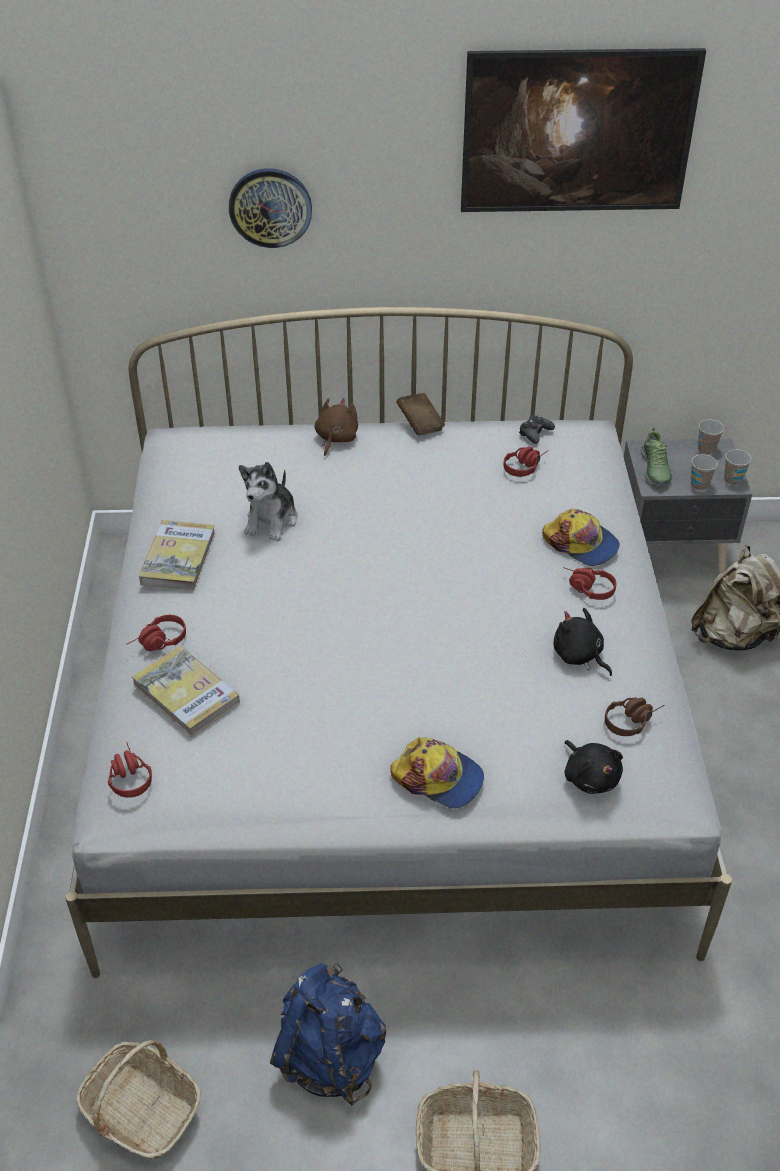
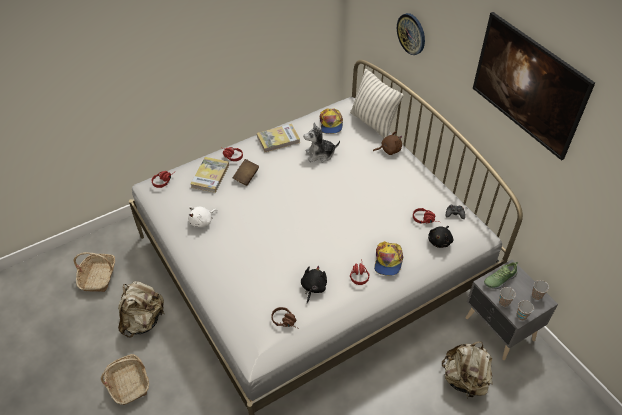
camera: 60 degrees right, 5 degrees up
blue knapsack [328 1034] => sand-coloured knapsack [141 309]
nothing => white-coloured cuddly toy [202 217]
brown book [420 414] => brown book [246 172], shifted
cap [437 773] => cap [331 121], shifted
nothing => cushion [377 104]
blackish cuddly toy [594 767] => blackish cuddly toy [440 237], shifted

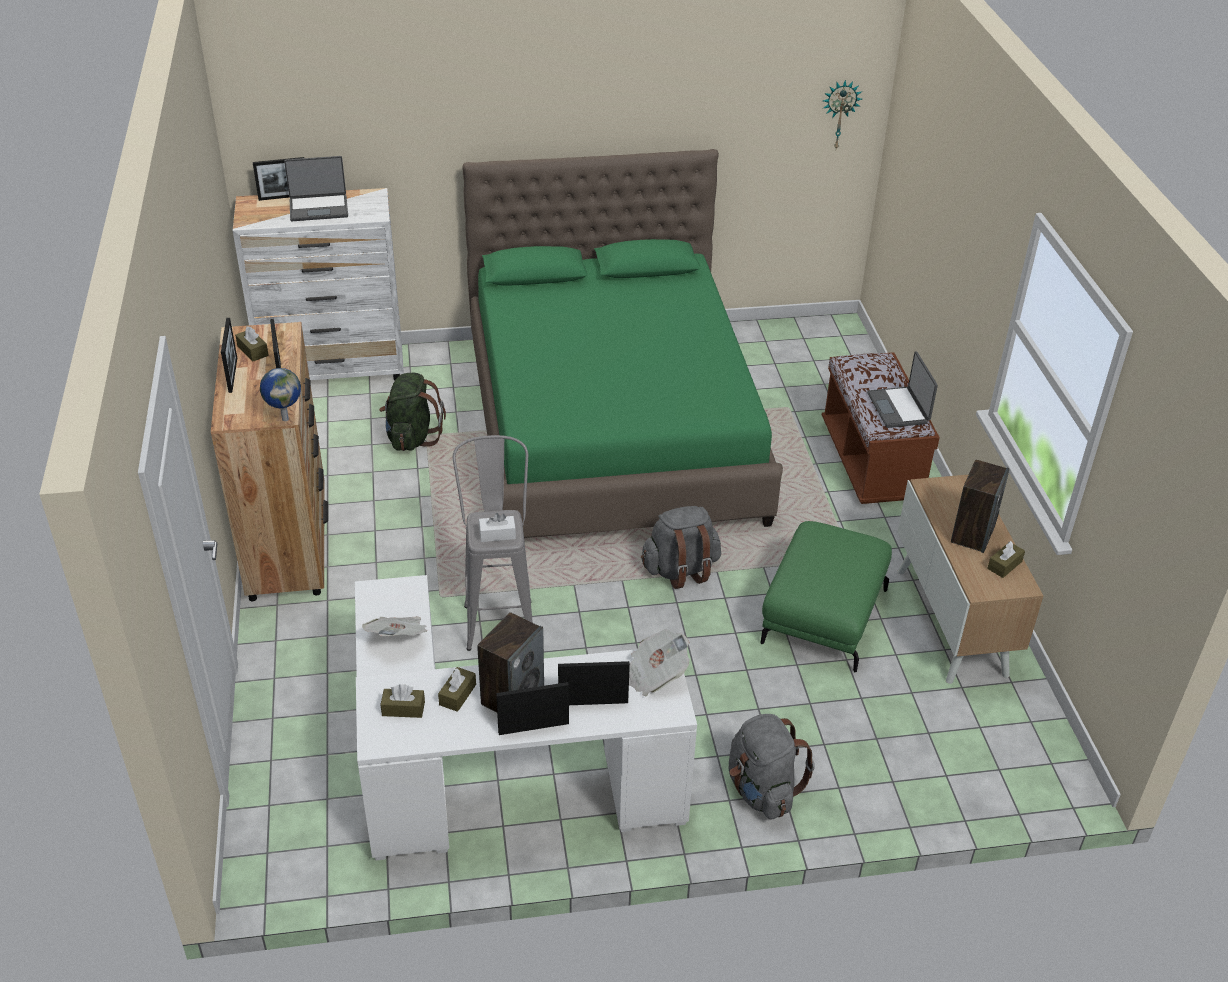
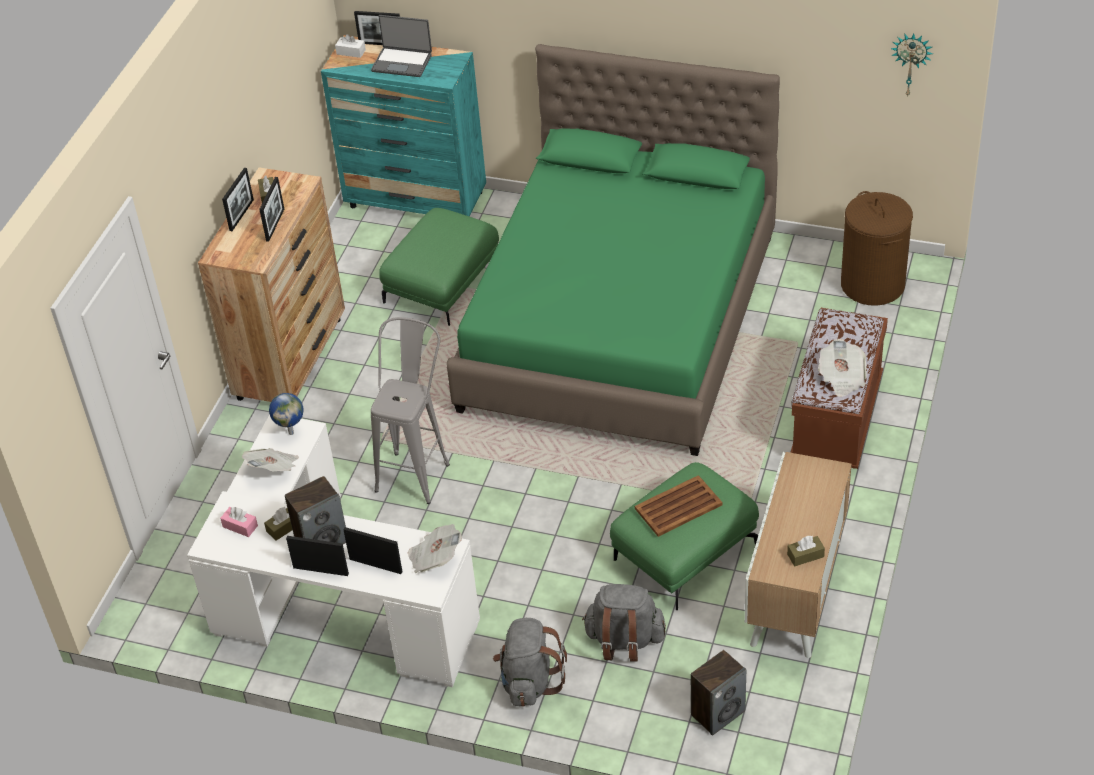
camera: 30 degrees right, 5 degrees up
brown tissue holder [402 701] => pinkish tissue holder [239 522]
globe [280 394] => globe [286 414], shifted
white-coloured drawer chest [318 284] => blue-green drawer chest [403 126]
white-coloured tissue holder [497 527] => white-coloured tissue holder [350 46], shifted
green-coloured knapsack [412 412] => green-coloured pouffe [439 267]
grey knapsack [681 547] => grey knapsack [624 622], shifted
nothing => brown carrying tray [679 506]
speaker [980 506] => speaker [718 693], shifted
notebook computer [902 389] => printed paper [842 368]
nothing => brown hamper [877 248]

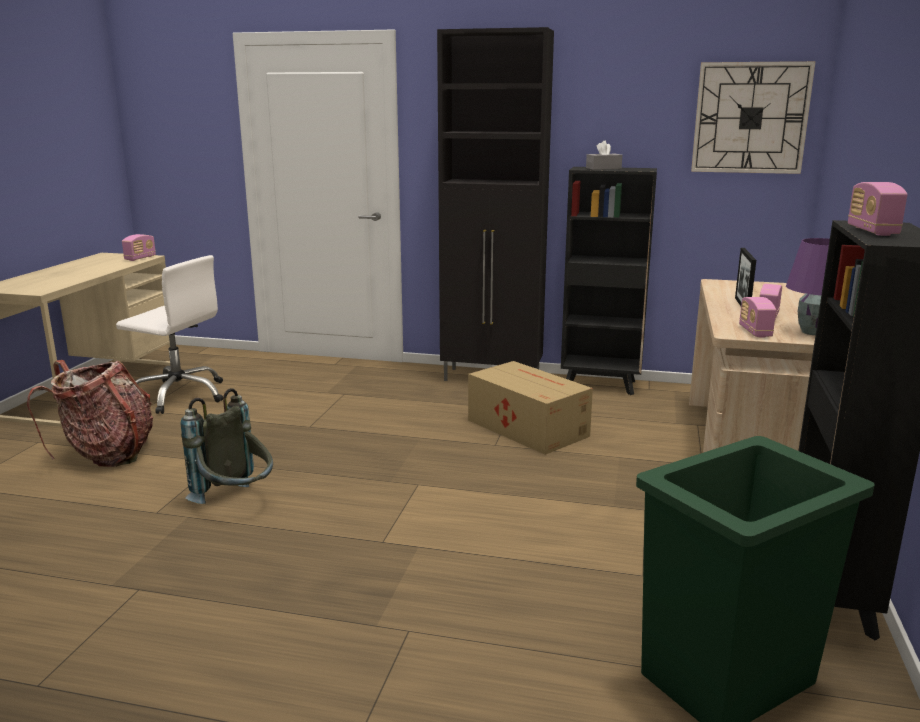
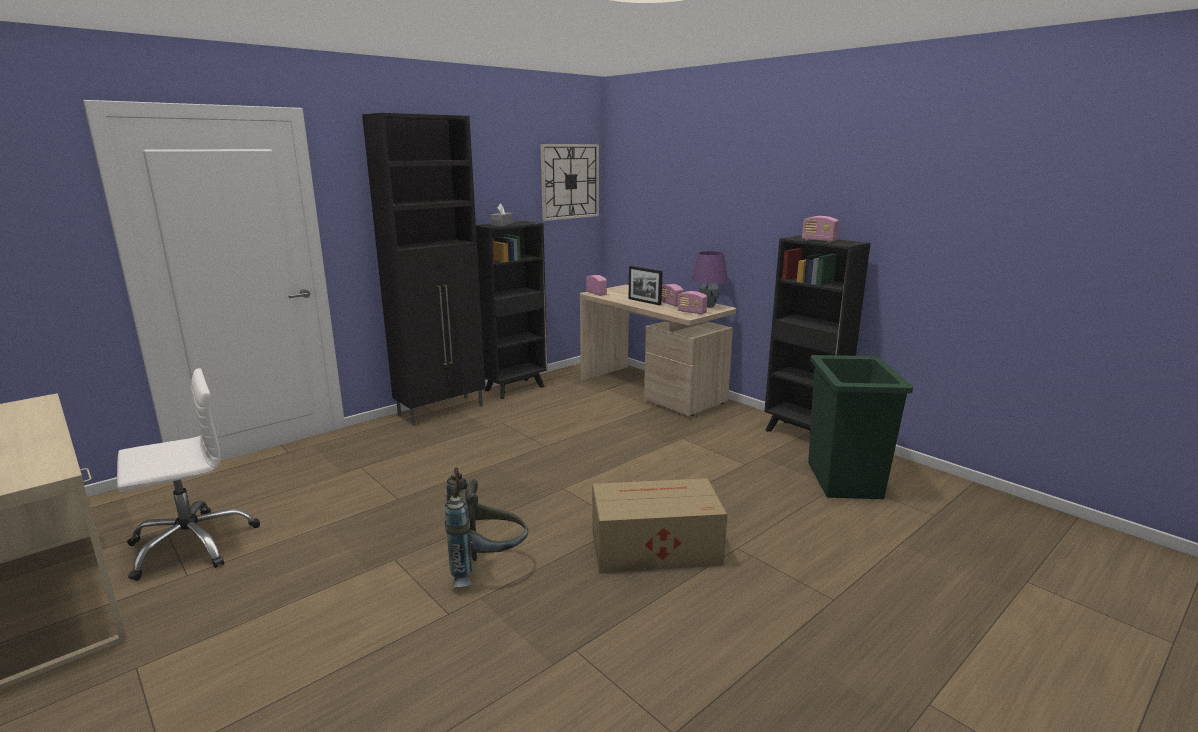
camera: 55 degrees left, 0 degrees up
radio receiver [139 247] => radio receiver [596 285], shifted
packing box [530 408] => packing box [659 525], shifted
knapsack [90 413] => nothing

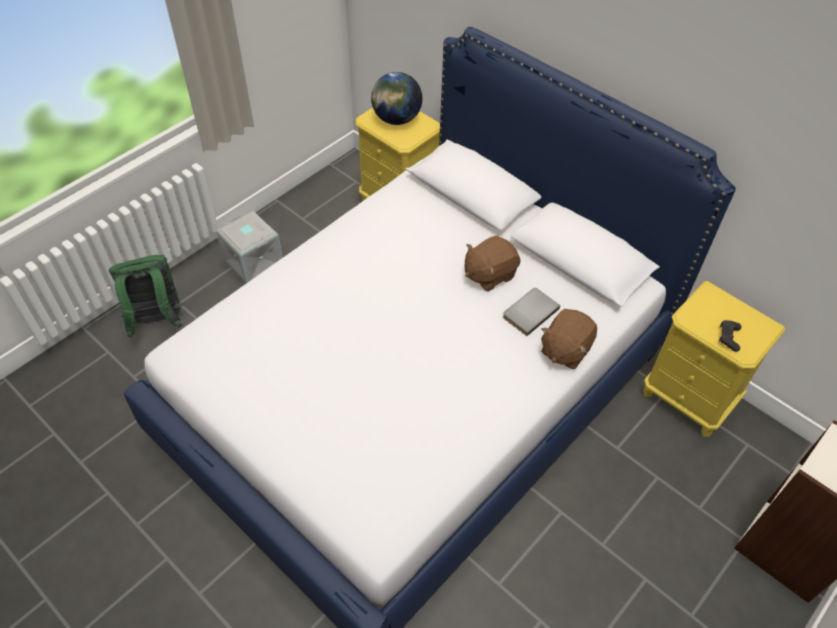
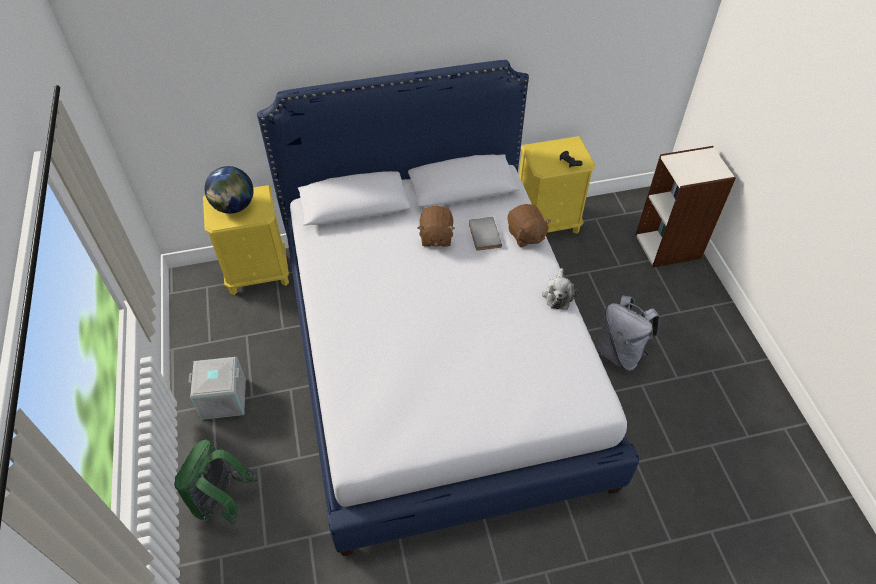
camera: 55 degrees left, 0 degrees up
nothing => cuddly toy [560 289]
nothing => grey knapsack [628 333]

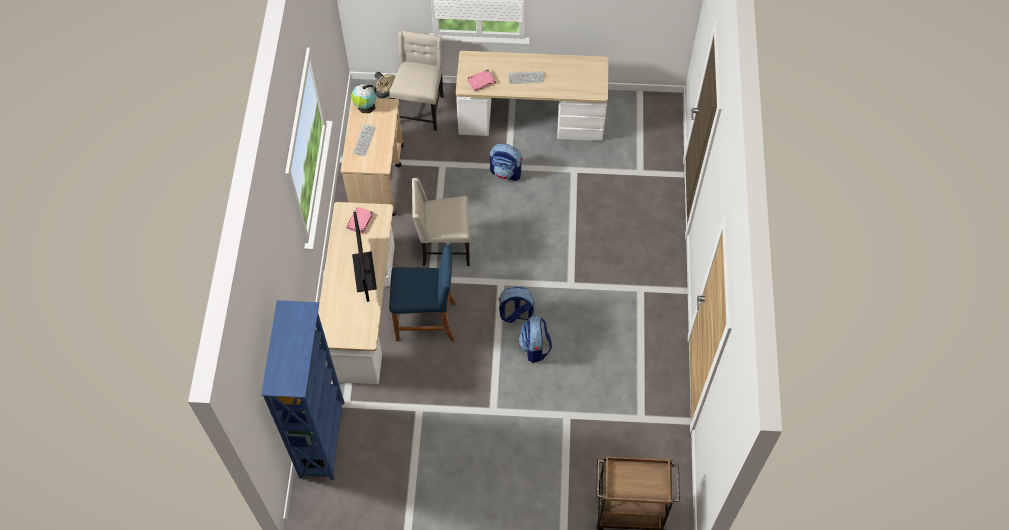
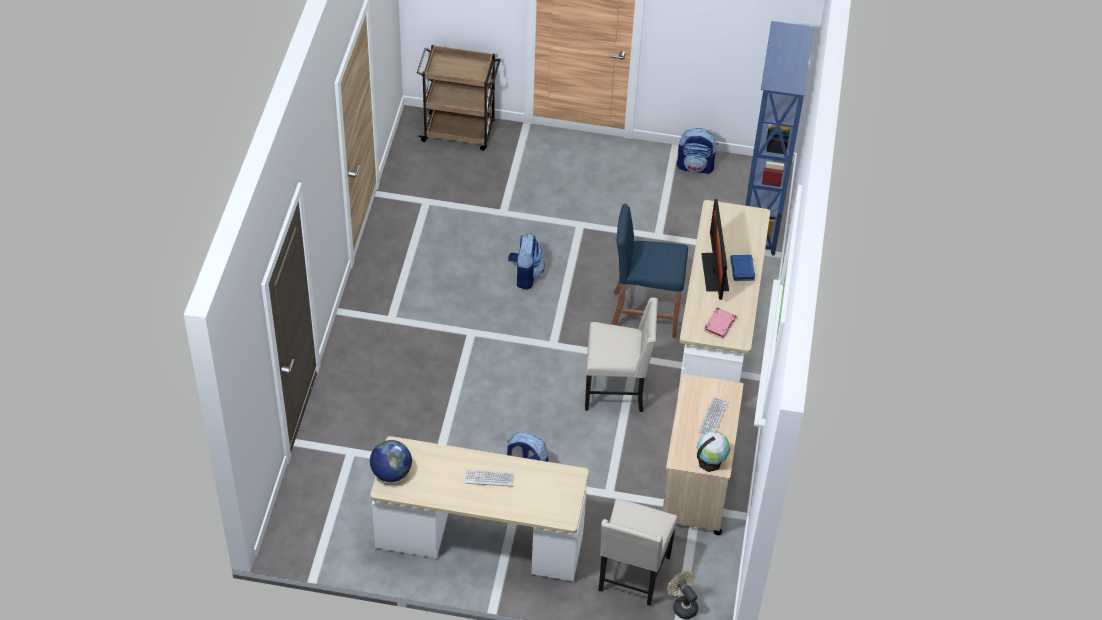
camera: 175 degrees left, 10 degrees down
nothing => globe [391 461]
knapsack [516 304] => knapsack [697 151], shifted
nothing => blue book [742 268]
pinkish book [481 80] => nothing

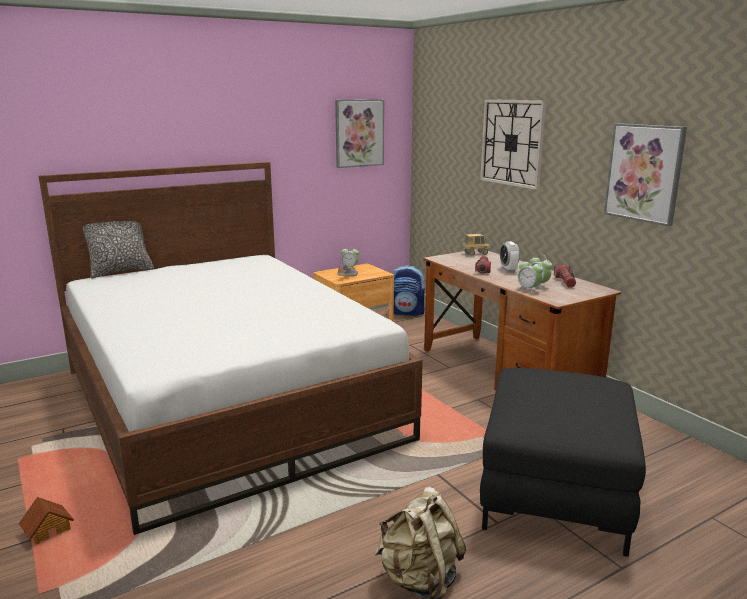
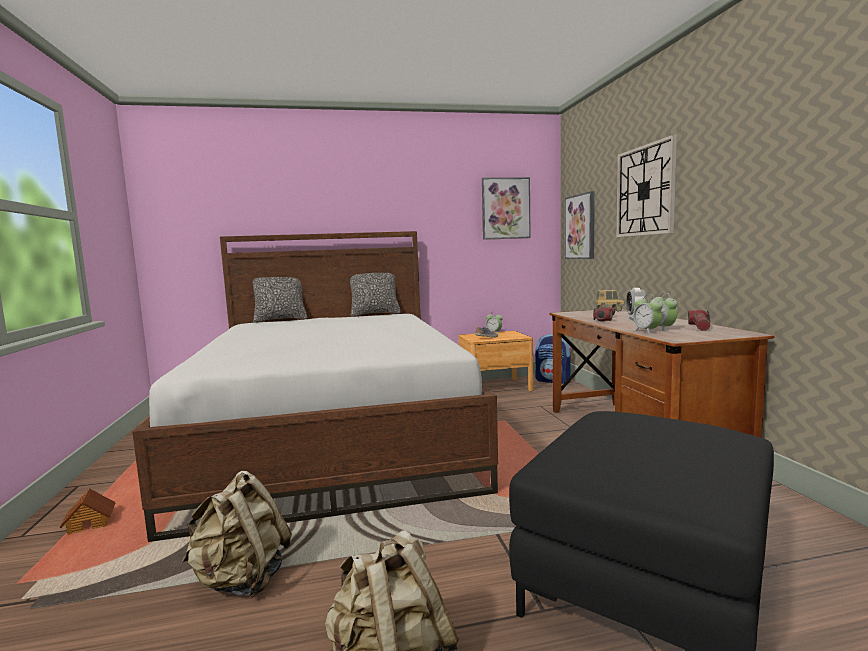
camera: 20 degrees right, 10 degrees down
nothing => sand-coloured knapsack [236 534]
nothing => cushion [375 295]
wall picture [645 174] => wall picture [580 225], shifted

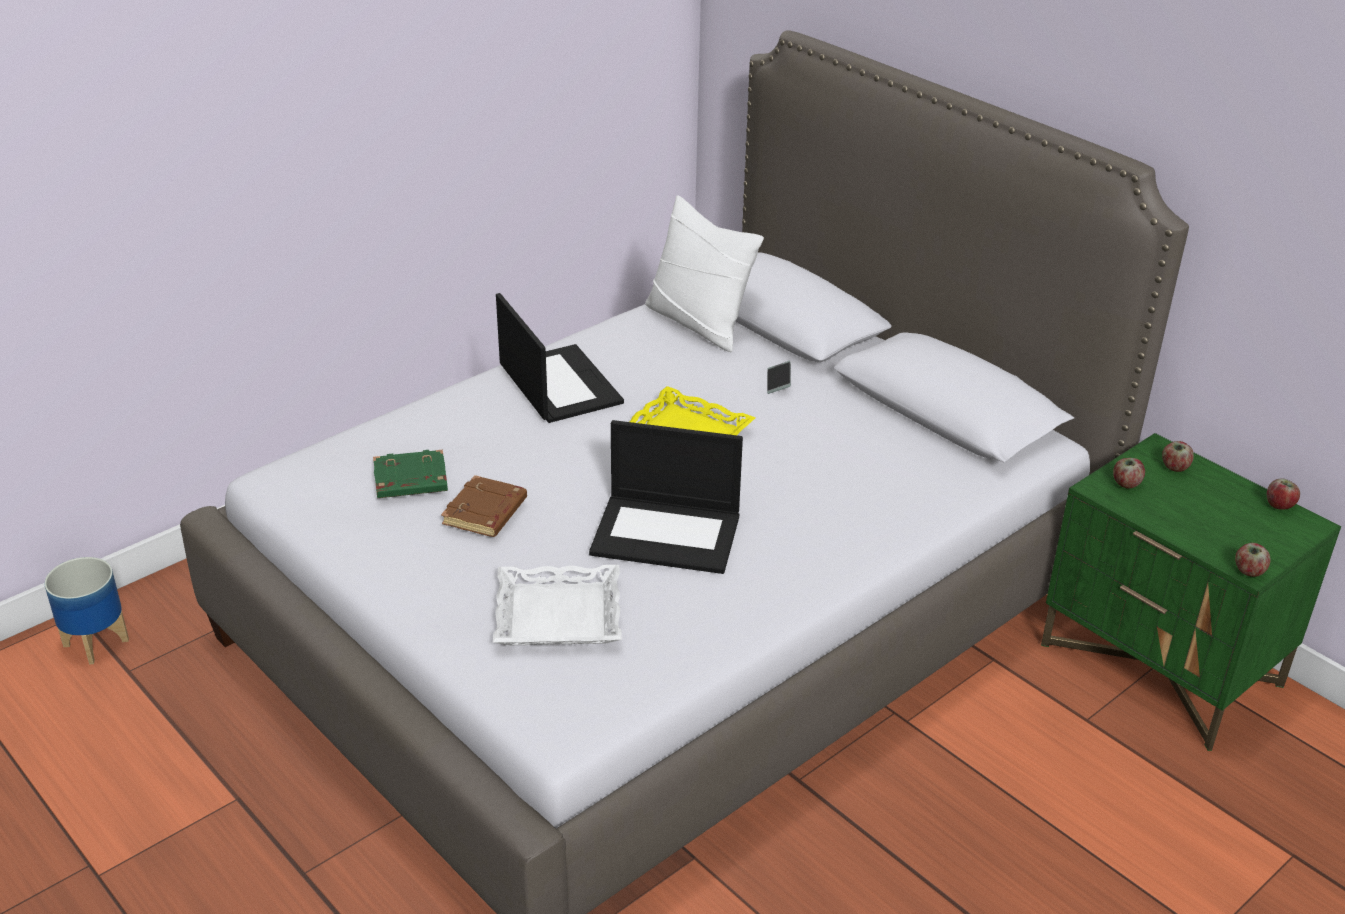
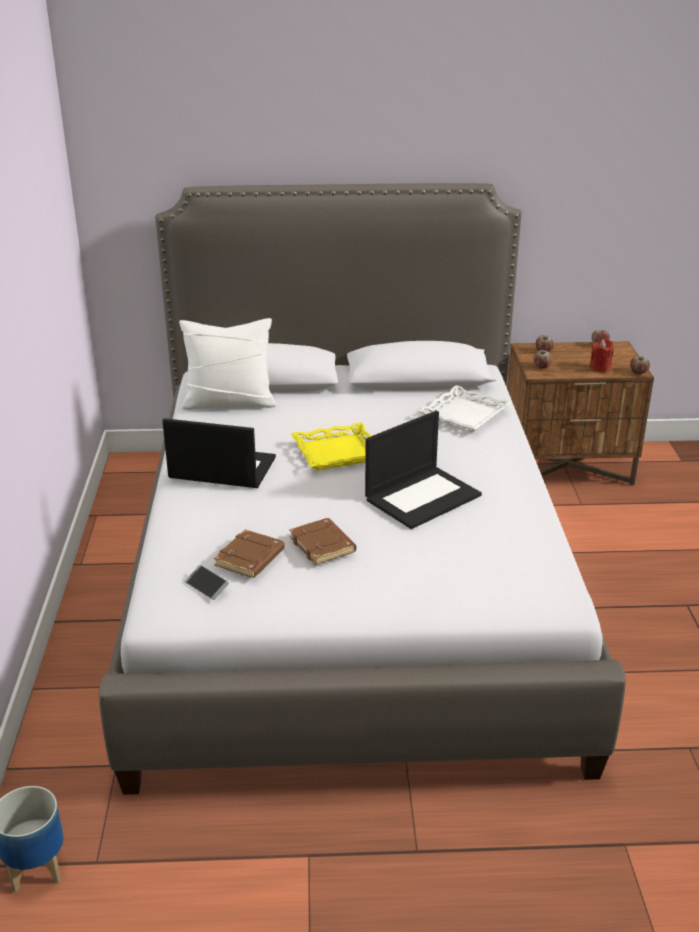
camera: 50 degrees left, 5 degrees down
handset [779 377] => handset [207 582], shifted
green-coloured book [410 474] => brown book [249 553]
white-coloured carrying tray [557 605] => white-coloured carrying tray [465 409], shifted
green-coloured nightstand [1191 592] => brown nightstand [580 413]
nothing => red-coloured candle [602 356]

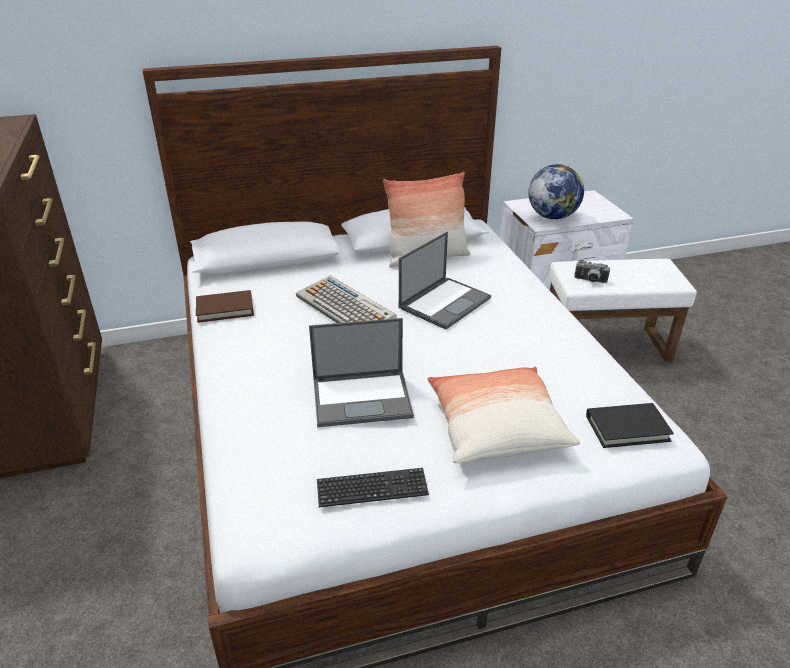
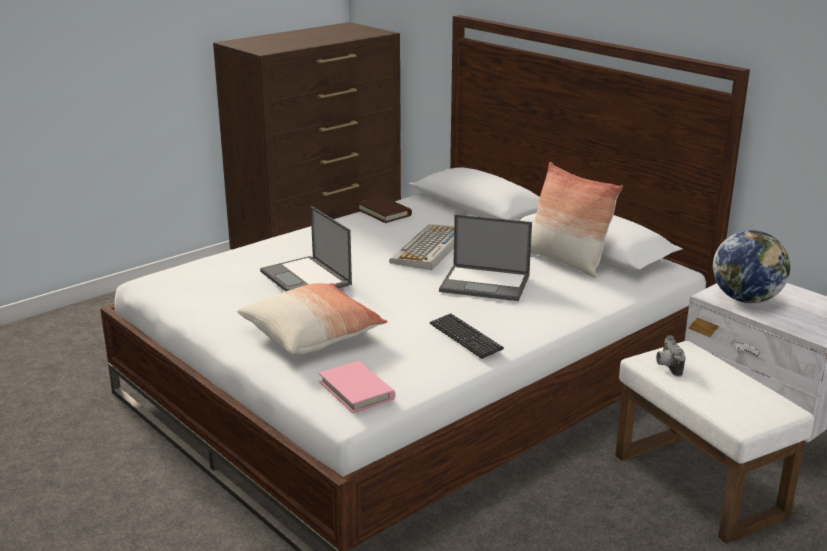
camera: 65 degrees right, 10 degrees down
blackish book [630 425] => pinkish book [357 387]
keyboard [373 487] => keyboard [467 336], shifted

